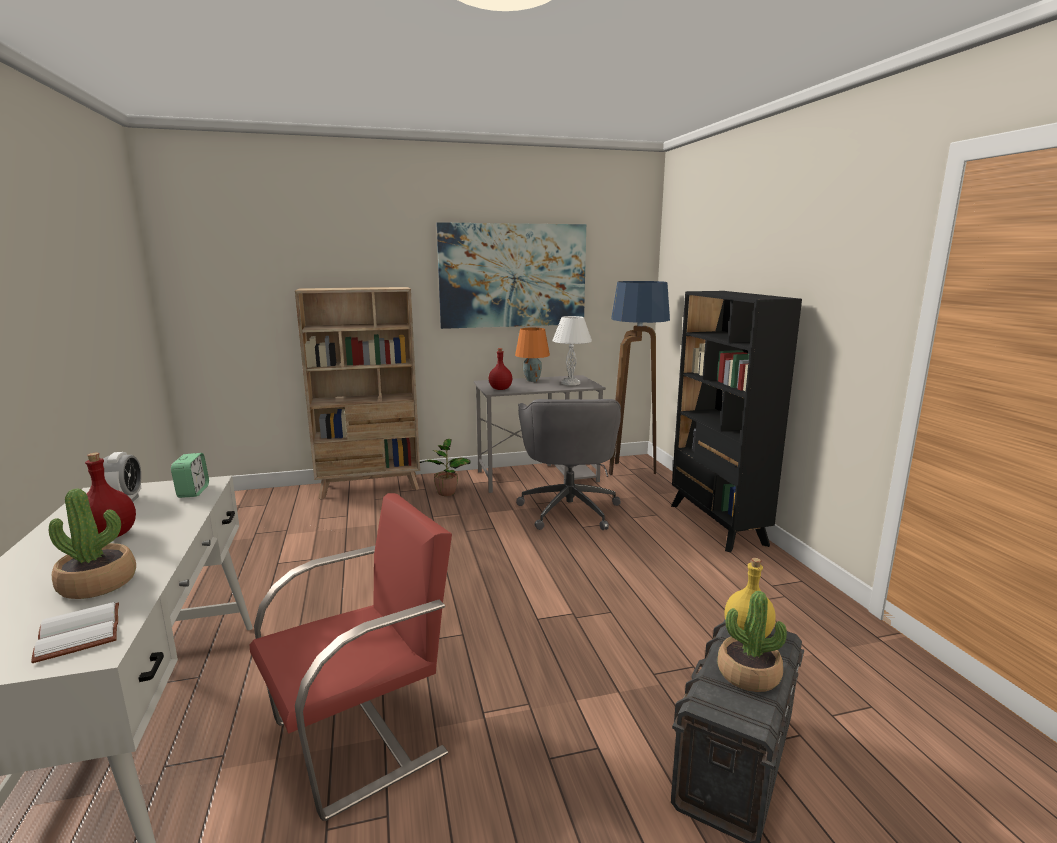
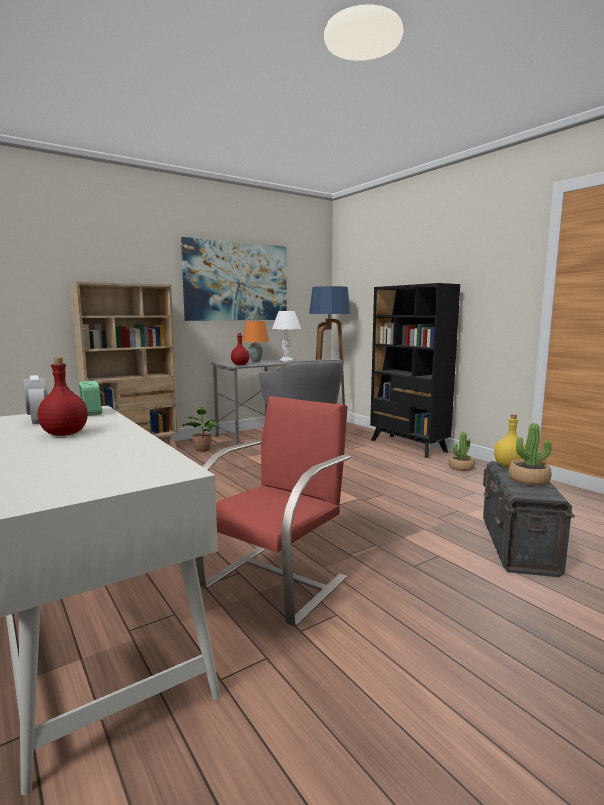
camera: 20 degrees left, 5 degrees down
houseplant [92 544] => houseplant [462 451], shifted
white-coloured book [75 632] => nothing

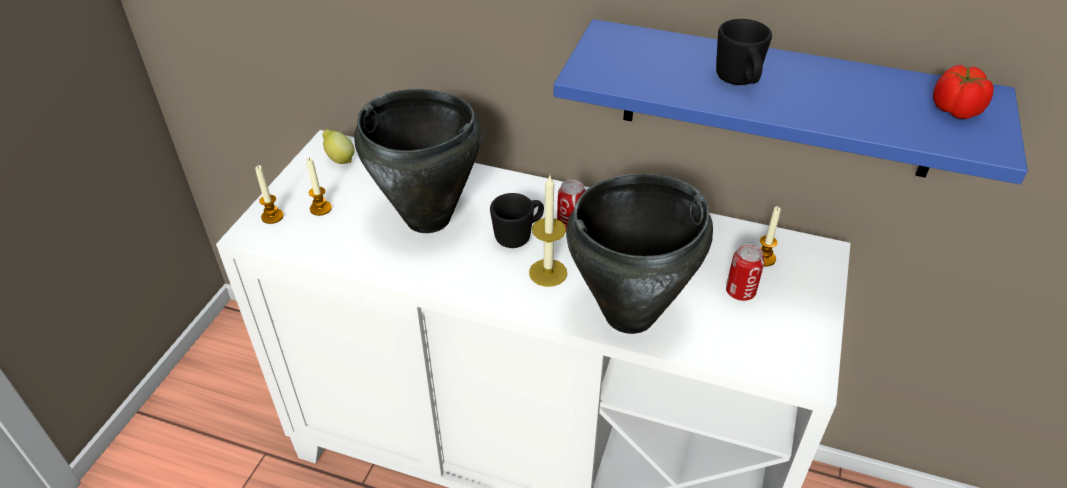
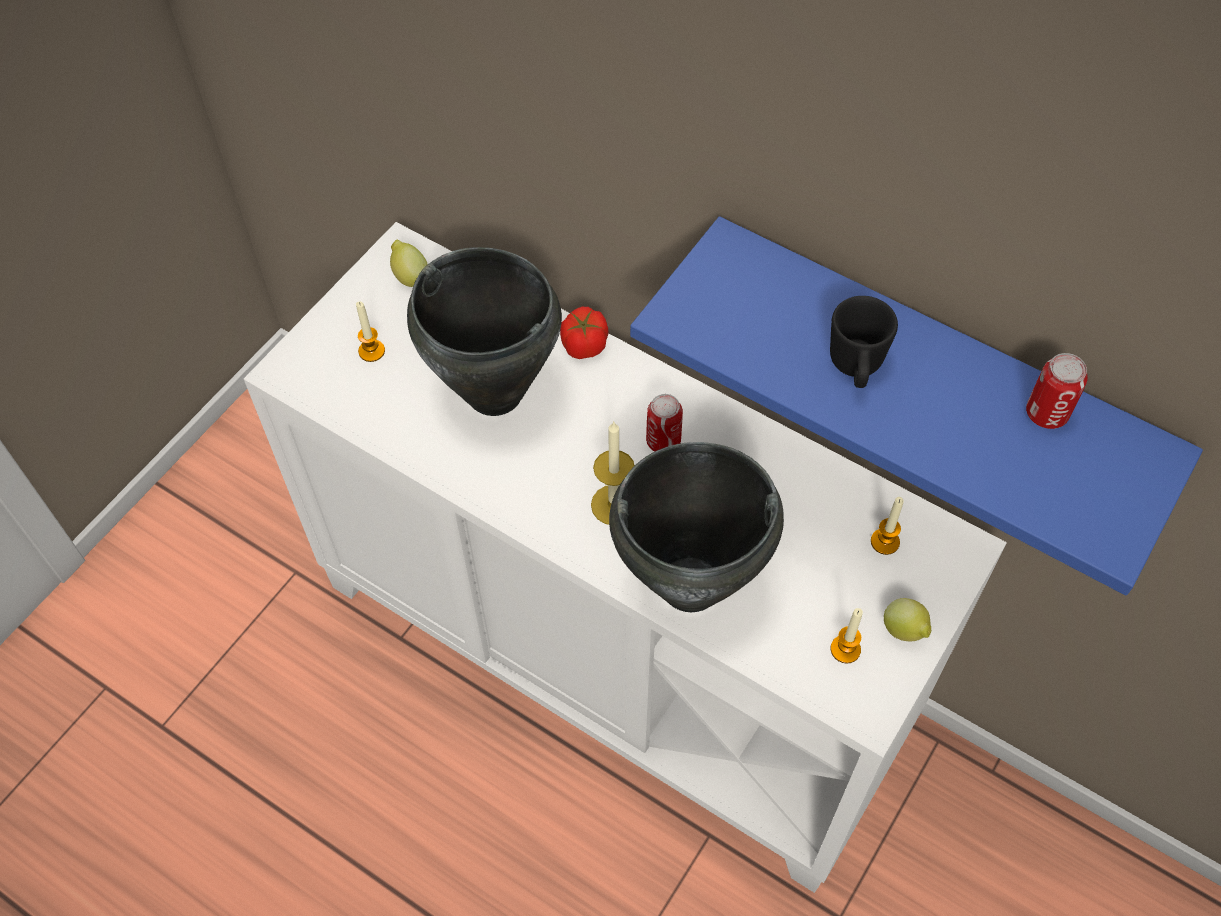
camera: 15 degrees right, 15 degrees up
fresh tomato [963 92] => fresh tomato [584 333], shifted
candle [269 194] => candle [846 636], shifted
nothing => citrus fruit [907 619]
can [745 272] => can [1057 391], shifted
blackish tea mug [517 220] => nothing

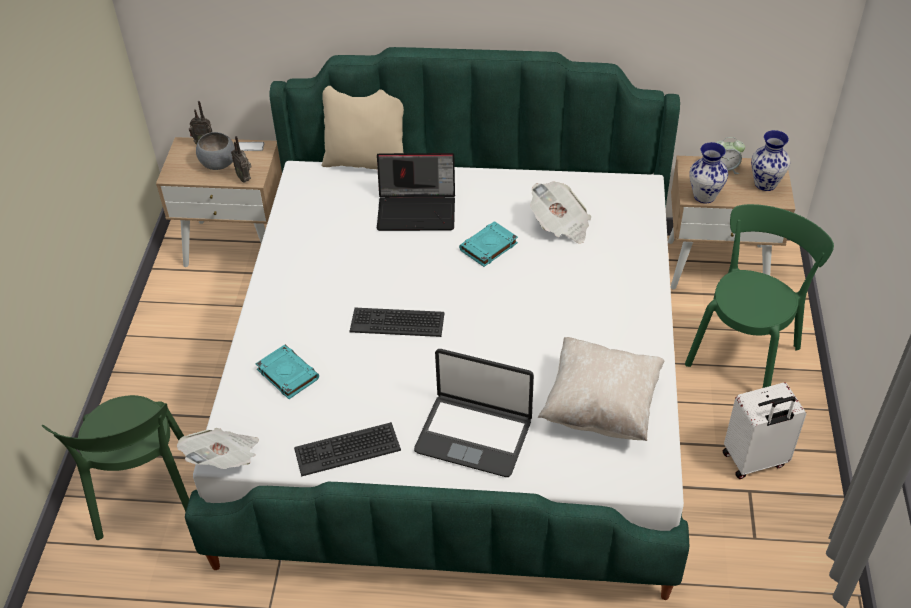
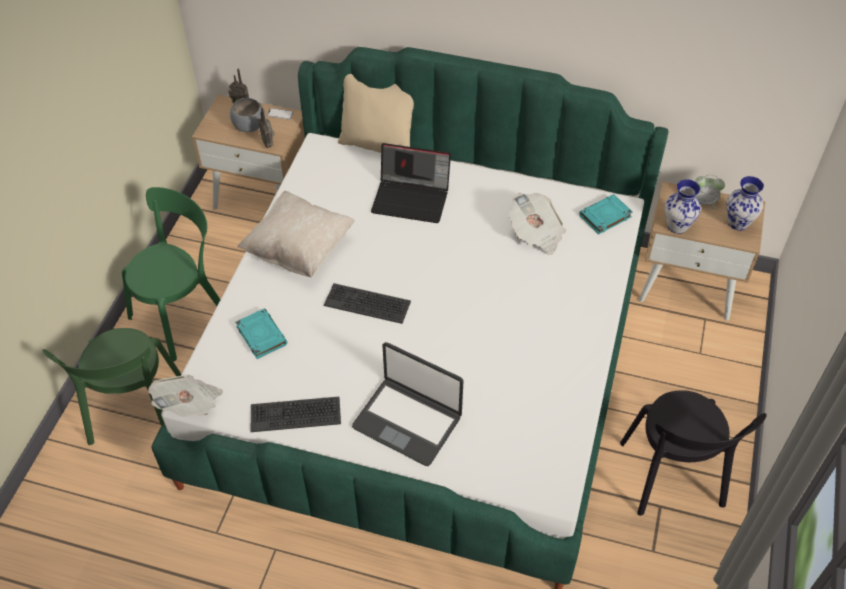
camera: 10 degrees right, 5 degrees up
green-coloured chair [759 296] => green-coloured chair [171 274], shifted
sand-coloured cushion [601 389] => sand-coloured cushion [296 234], shifted
blue-green book [488 244] => blue-green book [606 214], shifted
white-coloured travel case [764 430] => blackish chair [693 453]

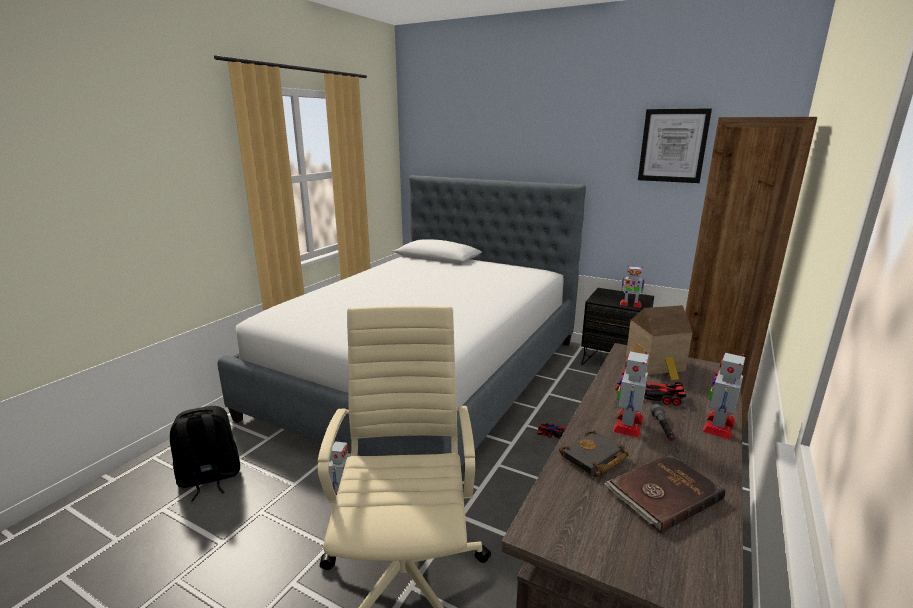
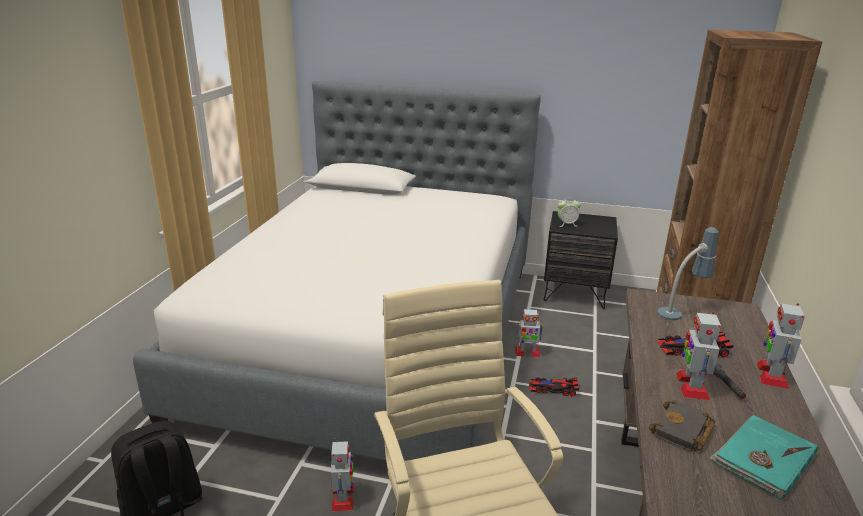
camera: 15 degrees left, 5 degrees up
toy robot [632 287] => toy robot [529 333], shifted
nothing => bedside clock [569 212]
toy house [659 342] => table lamp [687 273]
brown book [664 493] => blue-green book [763 457]
wall picture [675 145] => nothing

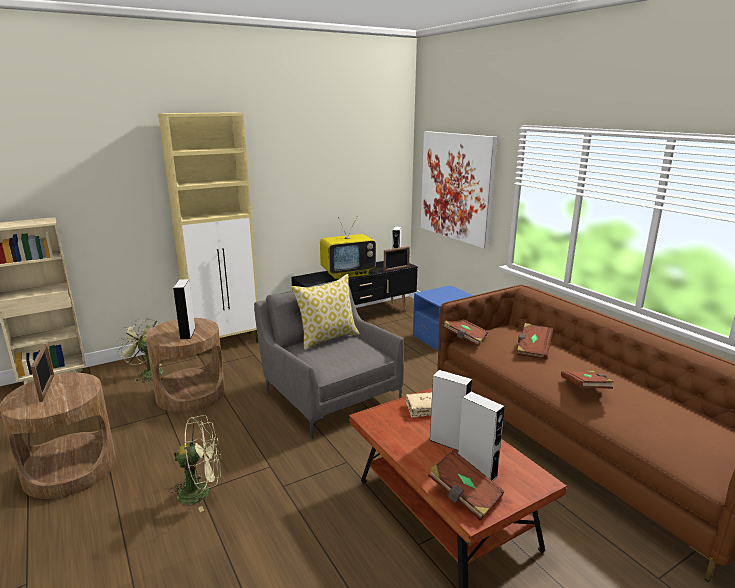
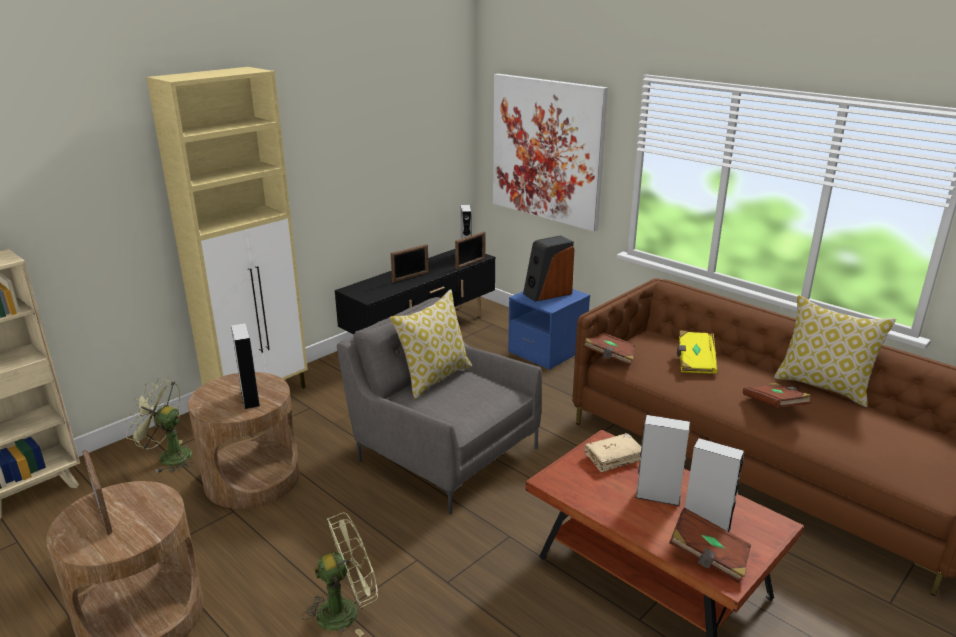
camera: 15 degrees left, 5 degrees up
TV set [348 247] => photo frame [410 263]
nothing => speaker [549 268]
brown book [535 341] => yellow book [697 352]
nothing => cushion [835 351]

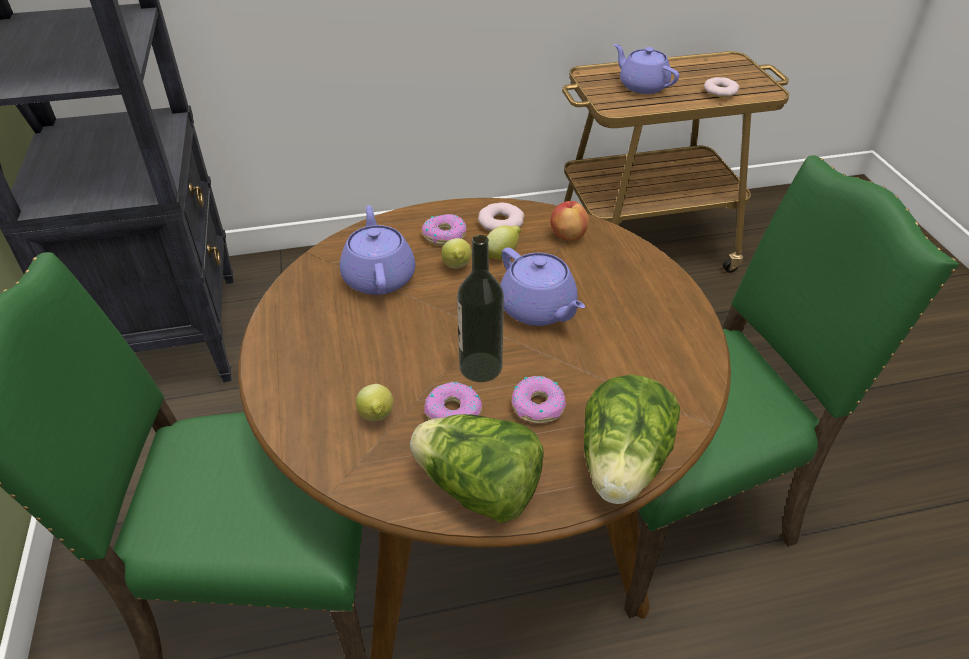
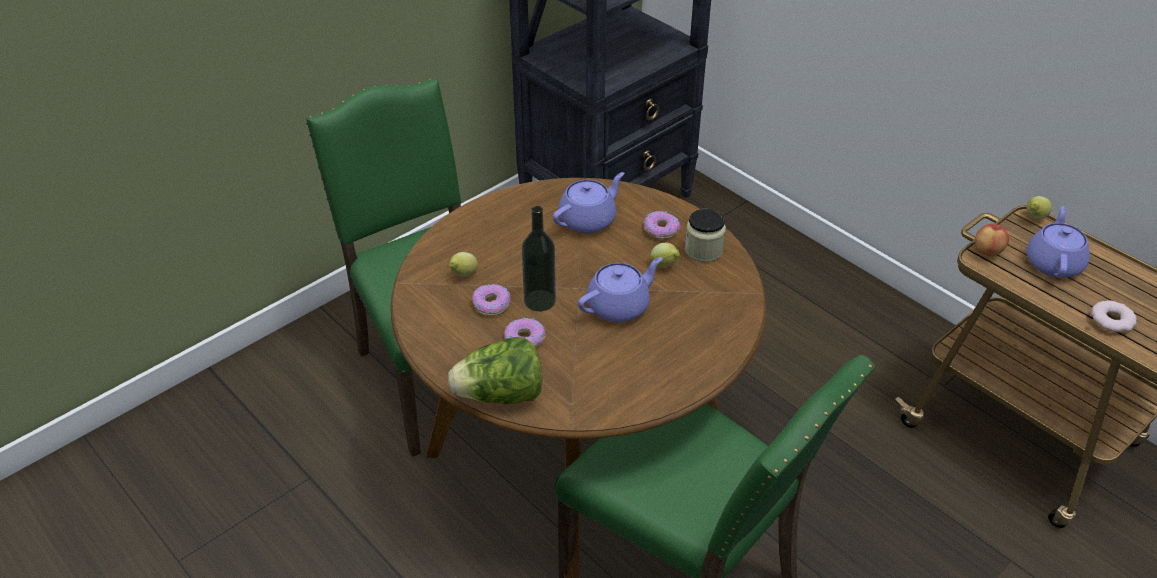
camera: 60 degrees right, 0 degrees up
purple-coloured pot for tea [542 287] => purple-coloured pot for tea [620 289], 150 degrees counterclockwise
ring doughnut [501 217] => storage jar [705 235]
apple [569 221] => apple [992 240], shifted
citrus fruit [456 253] => citrus fruit [1039 207], shifted
lettuce [477 468] => nothing

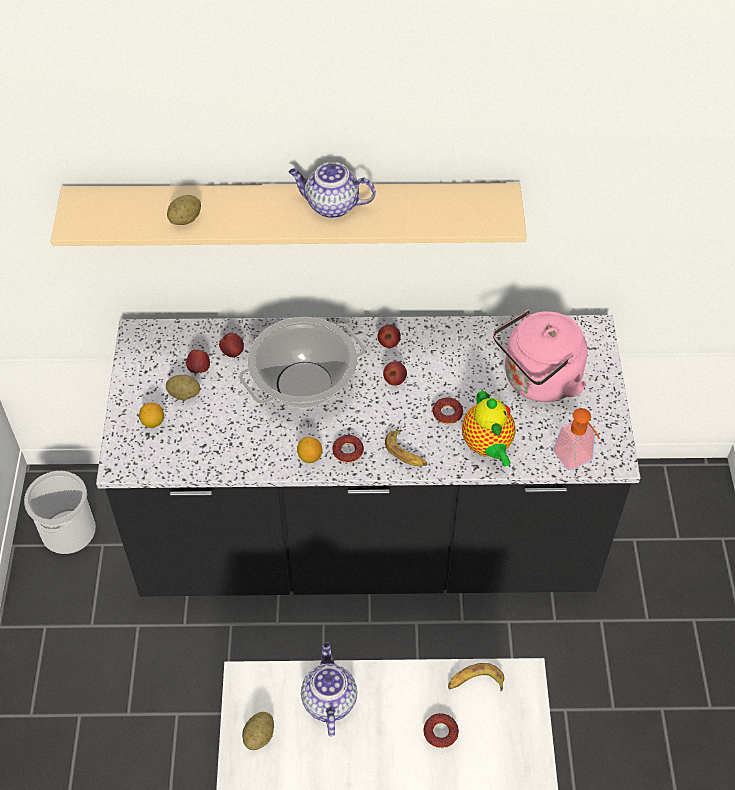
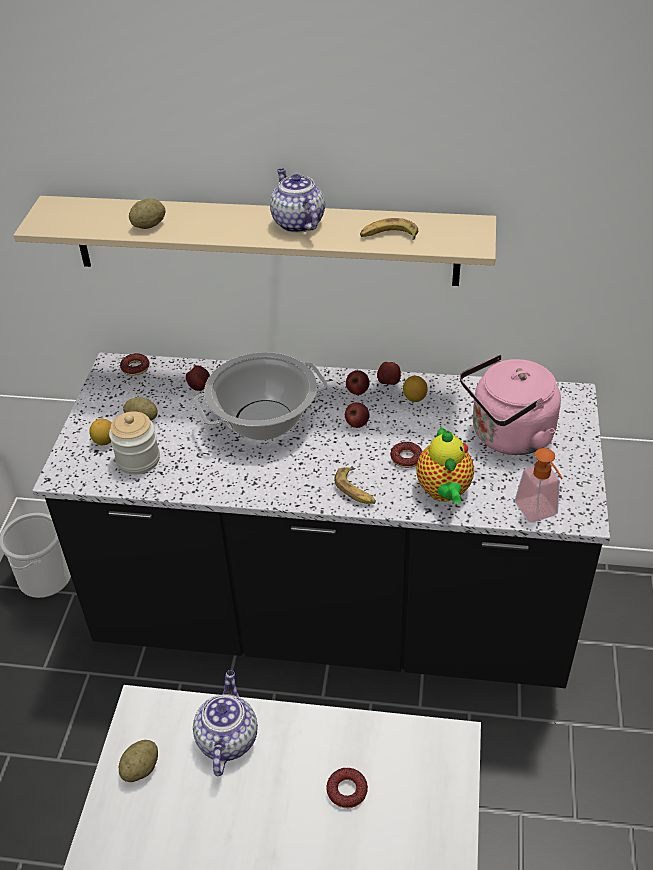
camera: 10 degrees right, 10 degrees down
nothing => storage jar [134 442]
ring doughnut [348 449] => ring doughnut [135 364], shifted
pot for tea [332 190] => pot for tea [297 200], 45 degrees clockwise
whole banana [476 677] => whole banana [389 229], shifted
apple [198 361] => apple [389 374], shifted
citrus fruit [309 450] => citrus fruit [415 389], shifted

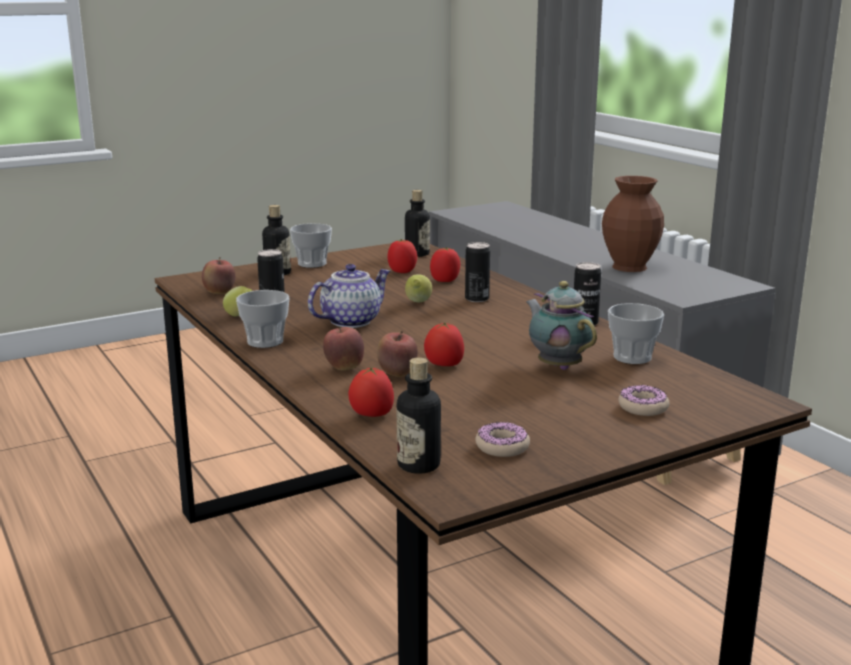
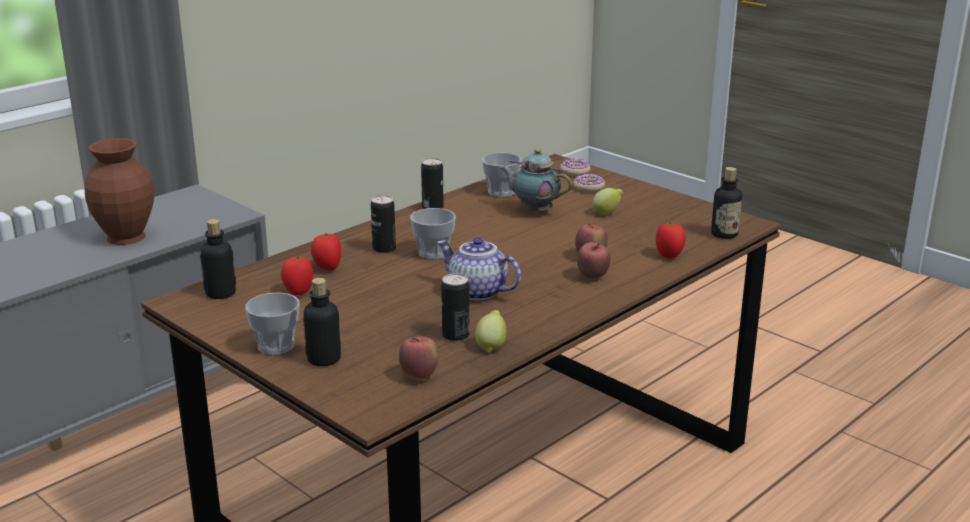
camera: 105 degrees left, 5 degrees up
small cup [262 319] => small cup [433 233], shifted
pot for tea [561 325] => pot for tea [536 180], 75 degrees clockwise
ring doughnut [502 439] => ring doughnut [575 167], shifted
citrus fruit [418 288] => citrus fruit [608 201], shifted
fresh tomato [444 344] => nothing

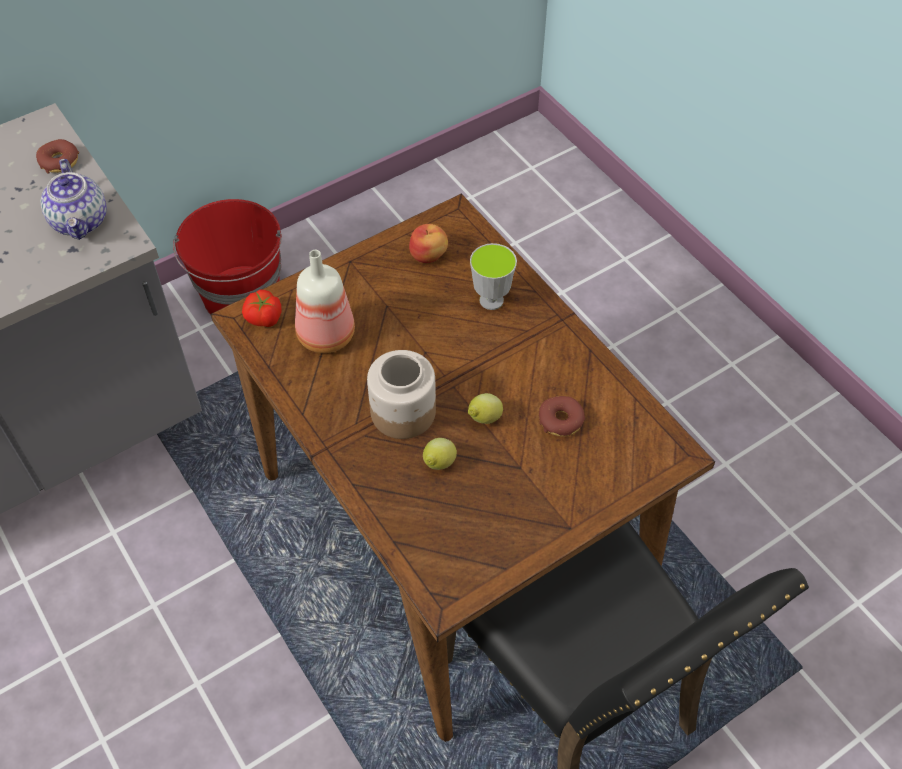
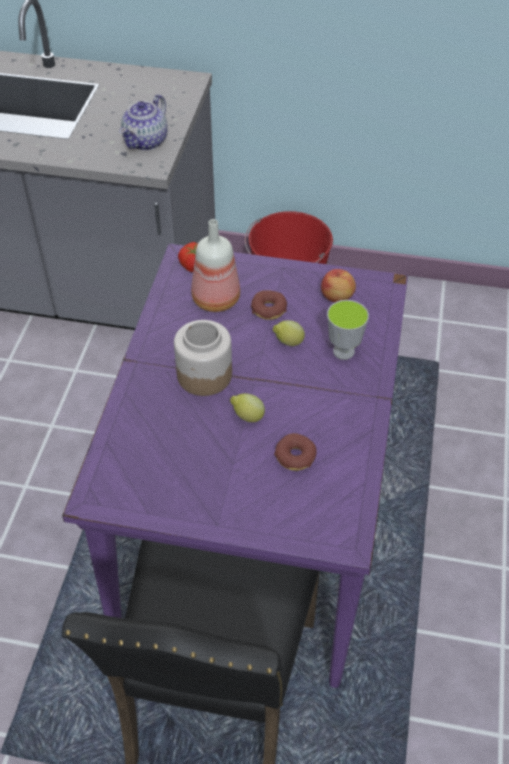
camera: 45 degrees right, 5 degrees down
brown kitchen table [463 468] => purple-coloured kitchen table [235 466]
ring doughnut [57 156] => ring doughnut [269 305], shifted
citrus fruit [440 454] => citrus fruit [289 333], shifted

